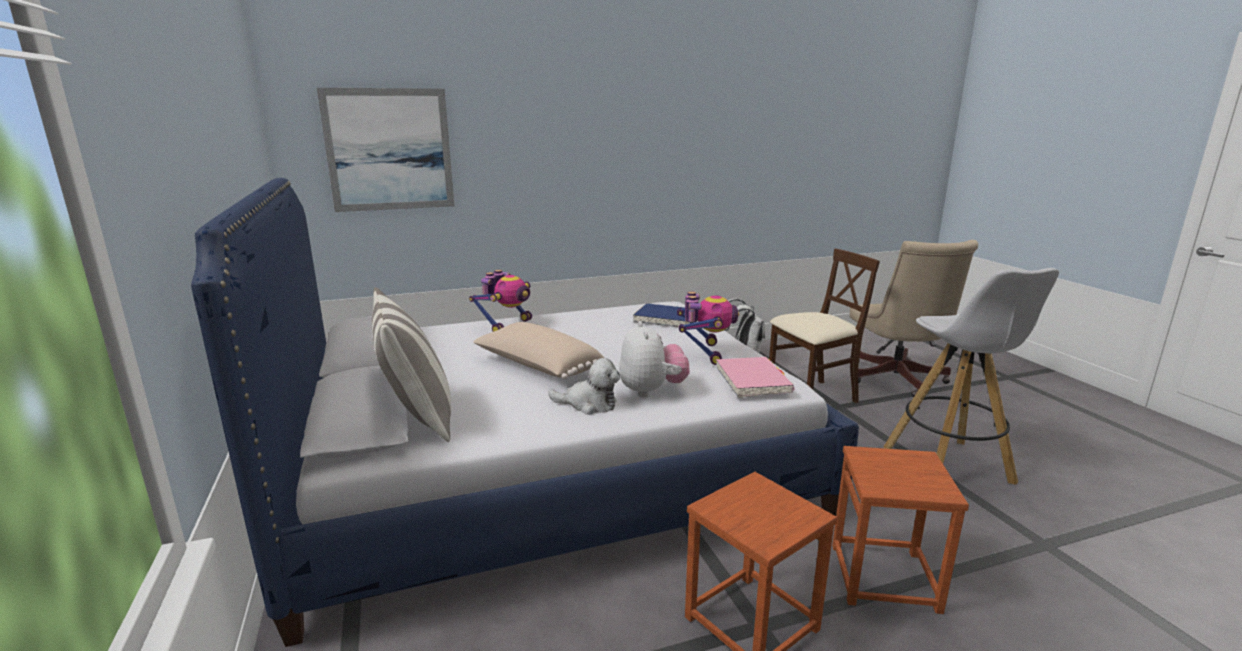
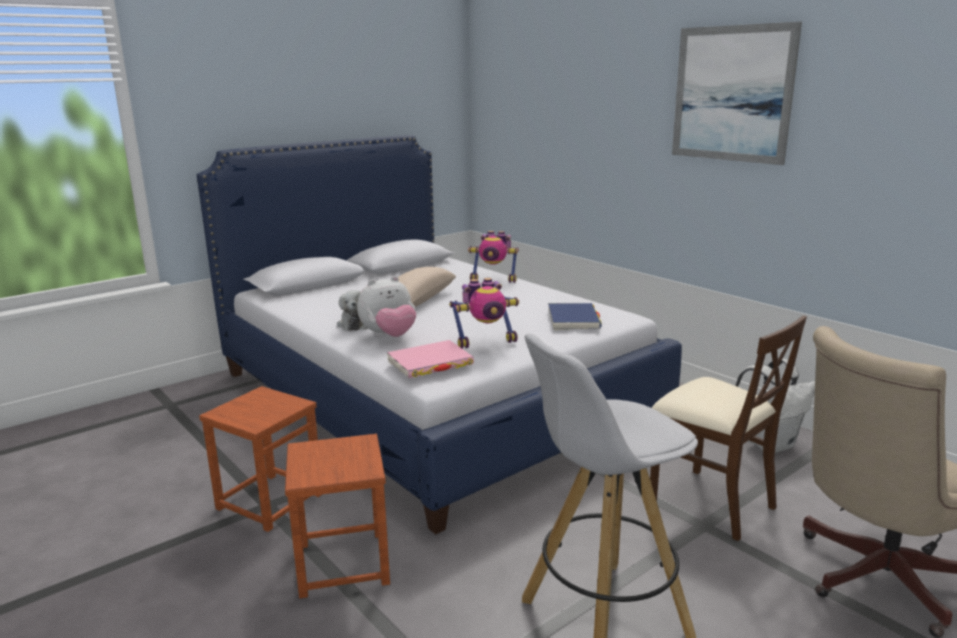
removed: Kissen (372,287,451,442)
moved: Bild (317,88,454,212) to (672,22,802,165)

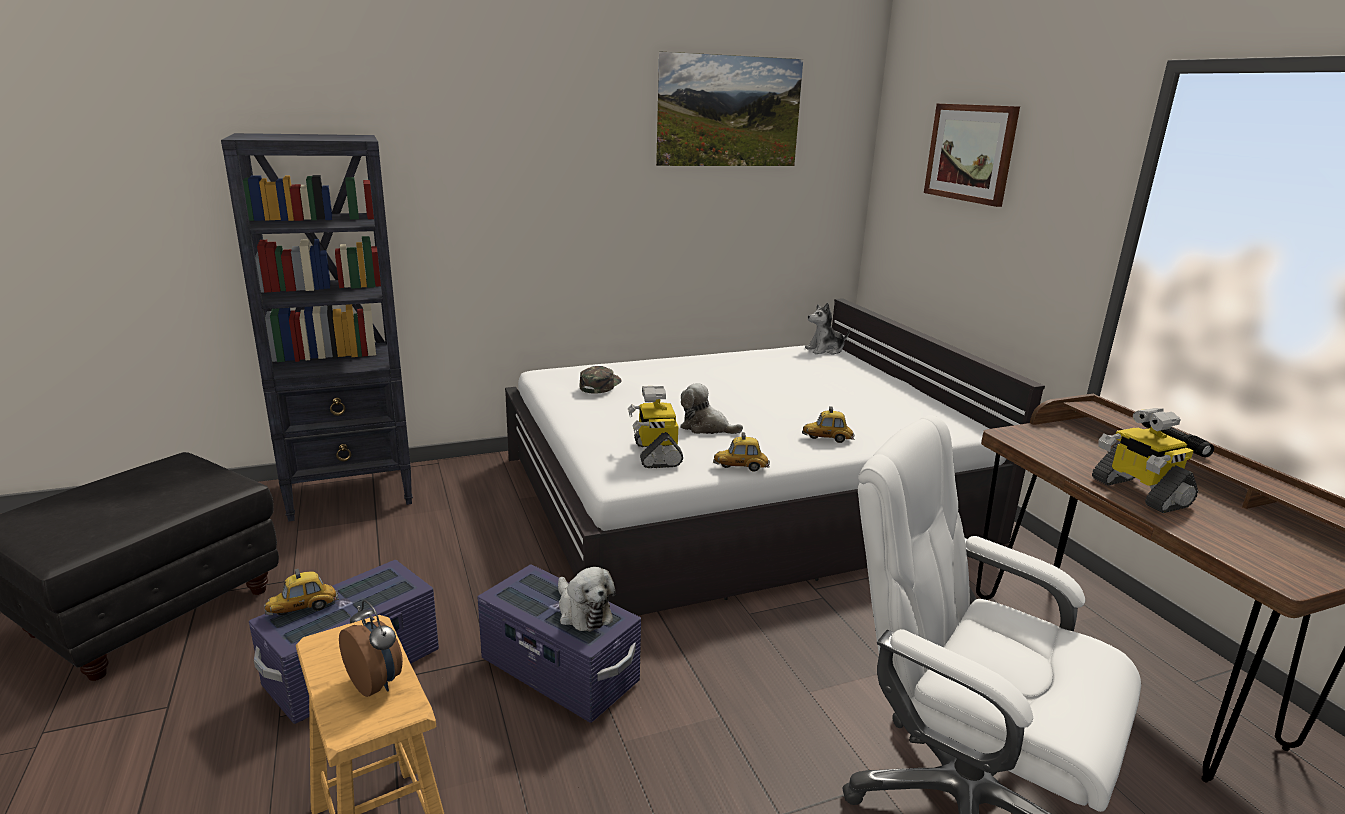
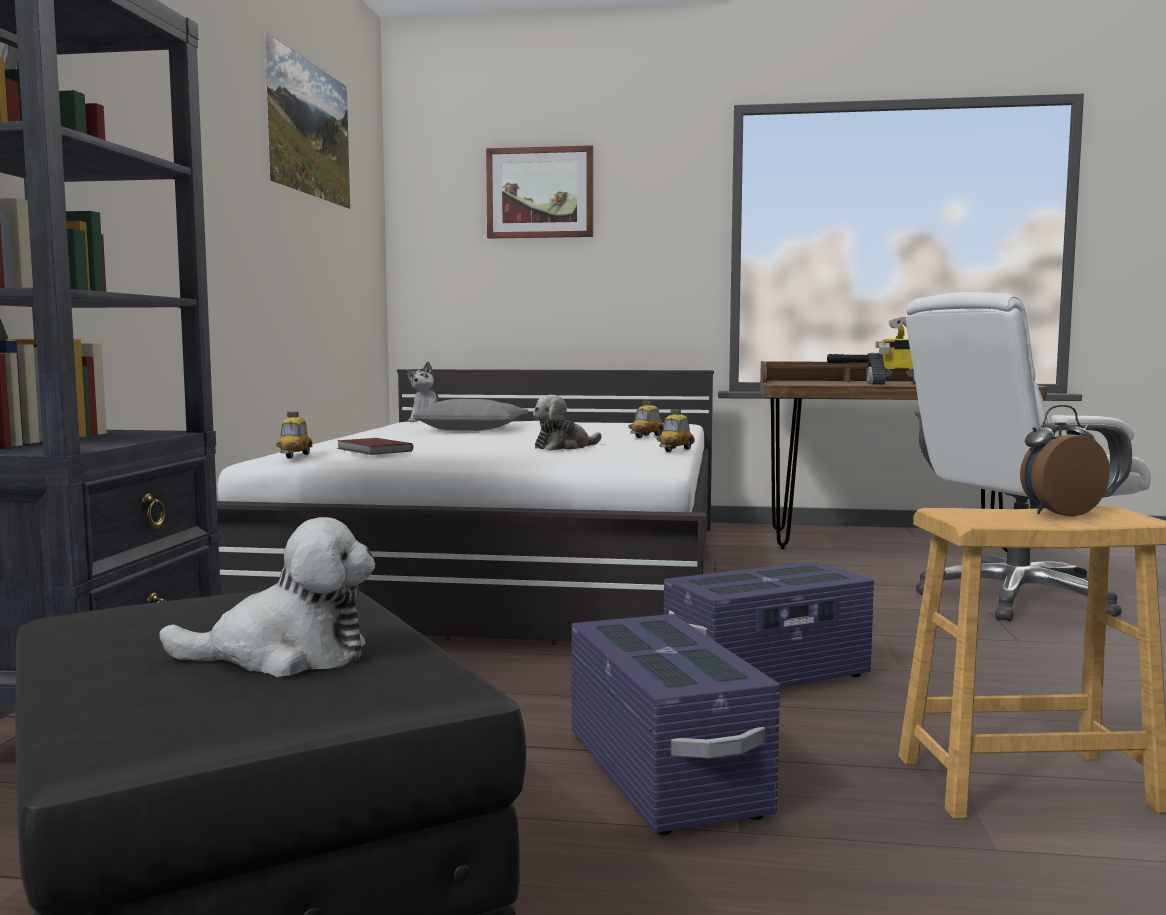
removed: Spielzeugroboter (628,386,683,468)
added: Kissen [grau] (413,399,528,431)
moved: Spielzeugauto (264,569,339,615) to (276,412,312,458); Plüschtier (558,567,616,632) to (159,517,375,677)
replaced: Kappe [grün] (579,366,621,394) to Buch [braun] (337,438,413,455)

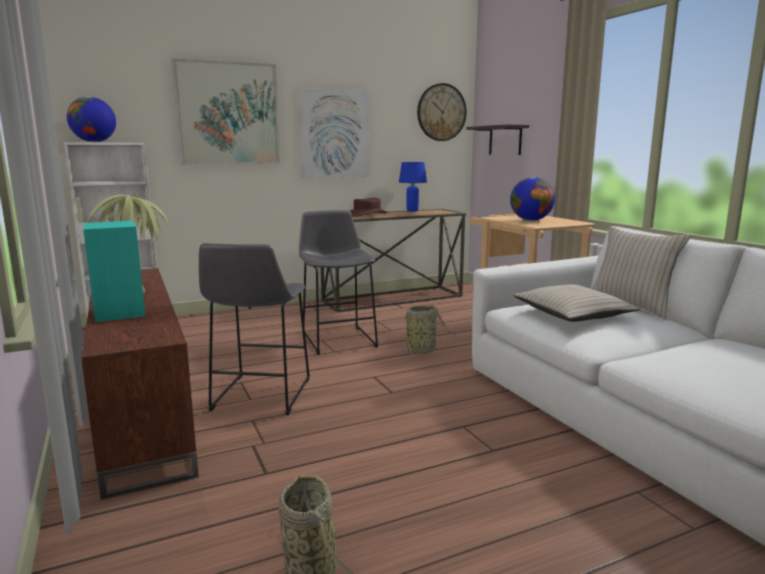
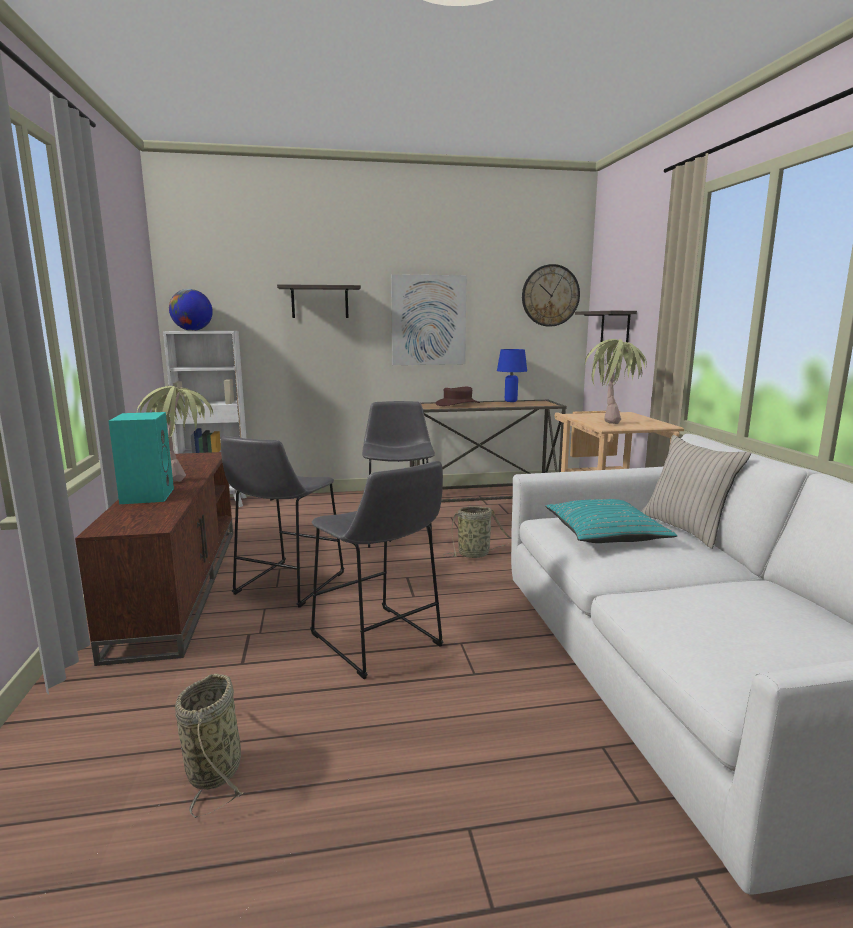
added: Hocker [grau] (310,461,444,679)
replaced: Bild (172,58,280,165) to Wandregal (277,284,361,318); Globus (510,177,555,221) to Topfpflanze (585,339,647,424)
recoloured: Kissen [beige] (513,284,640,322) to Kissen [türkis] (545,499,677,543)

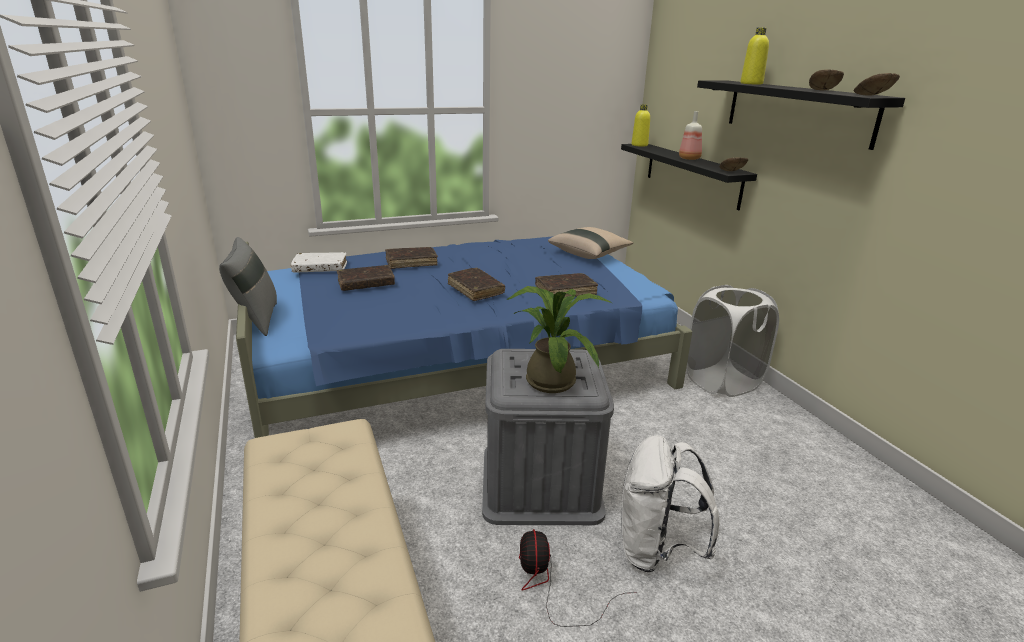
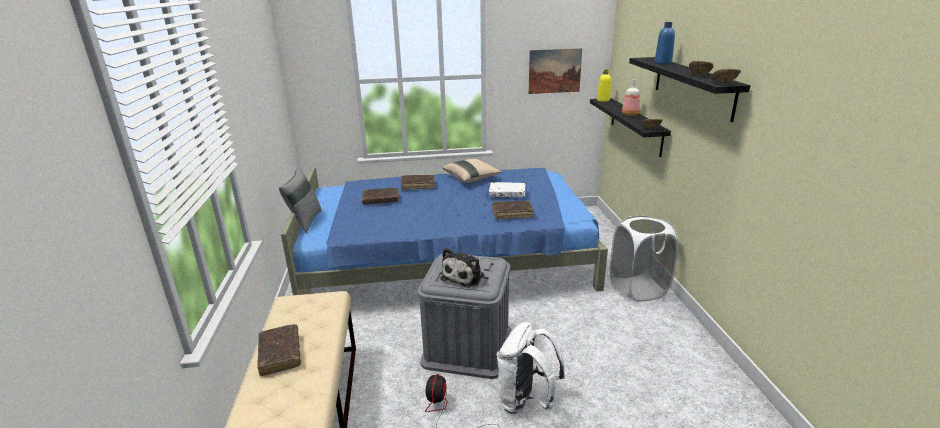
added: Bild (528,48,582,94)
moved: Buch [weiß] (291,252,347,273) to (489,182,525,197); Buch [braun] (448,268,505,301) to (257,324,301,376); Kissen [beige] (548,227,633,259) to (442,159,502,183)
replaced: Topfpflanze (506,286,612,393) to Plüschtier (441,248,484,288)
recoloured: Flasche [gelb] (740,28,769,85) to Flasche [blau] (654,22,675,65)

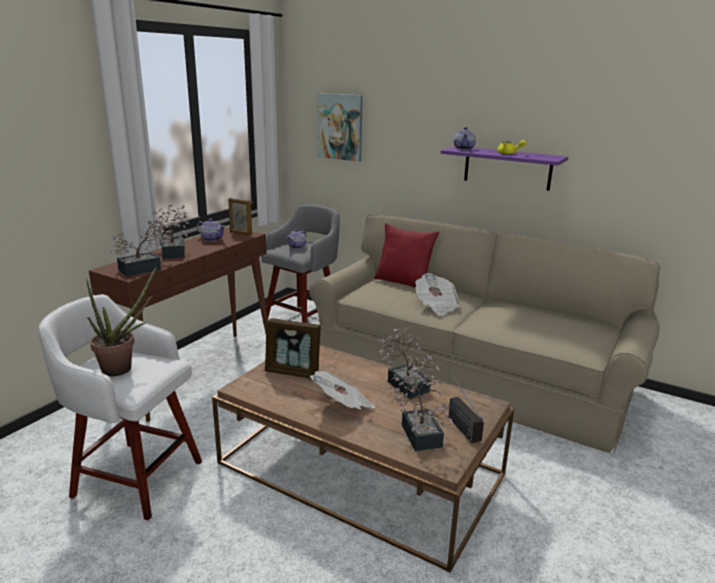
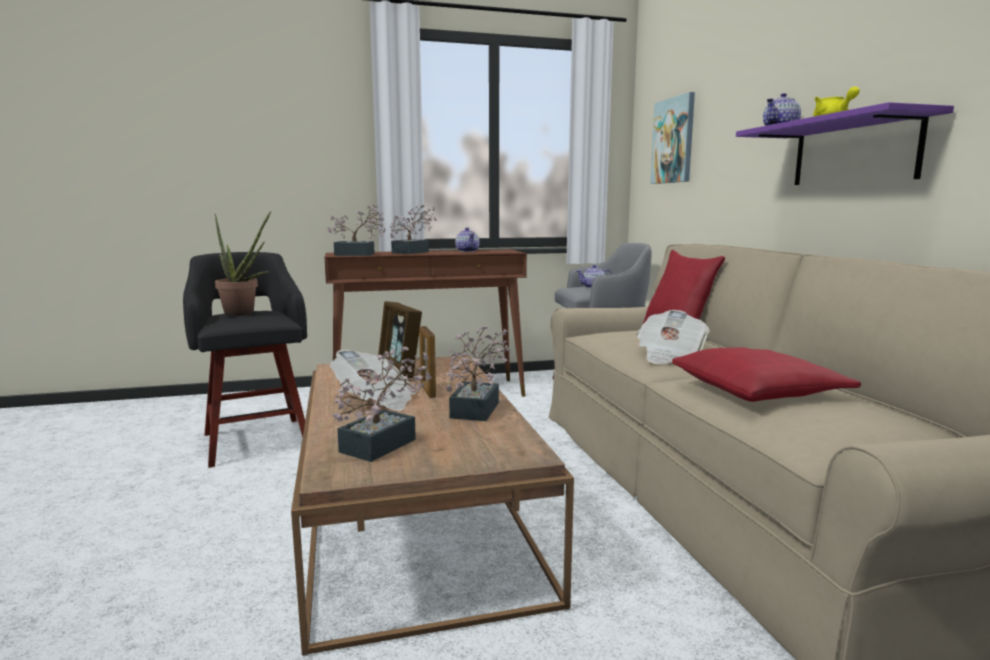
removed: Radio (448,369,484,443)
added: Kissen [rot] (672,347,861,402)
moved: Bilderrahmen (228,198,252,236) to (419,326,436,398)
recoloured: Hocker [weiß] (38,294,202,521) to Hocker [schwarz] (183,252,307,468)

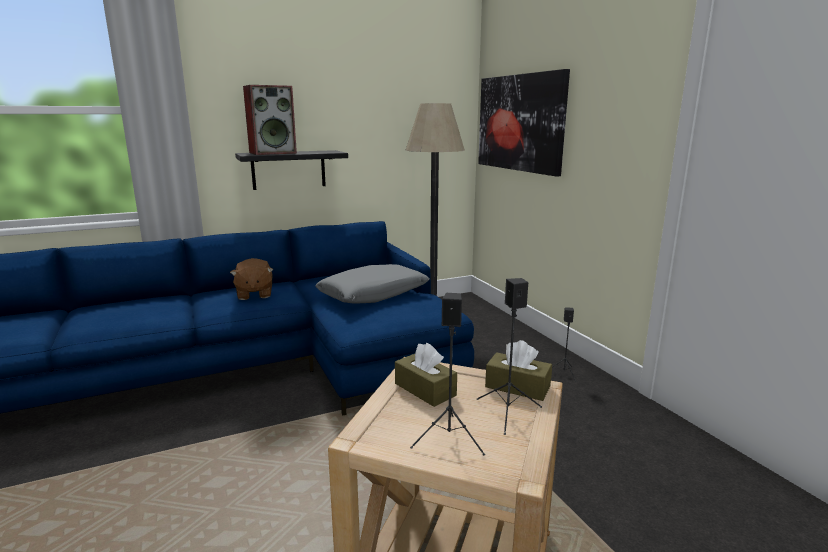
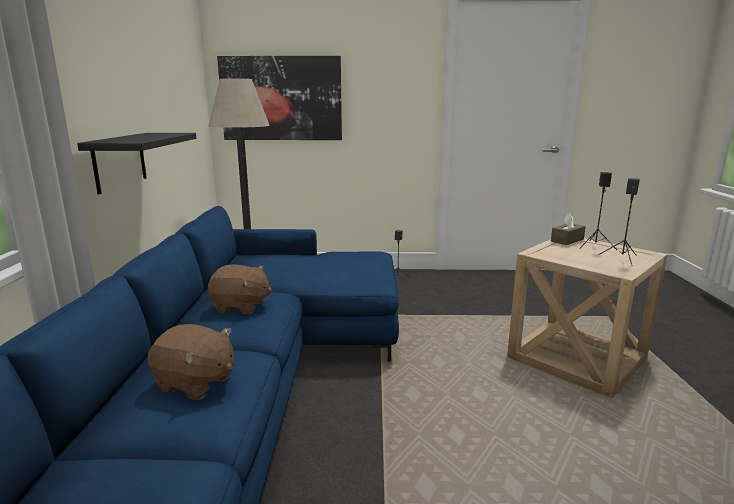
removed: Lautsprecher (243,85,297,155); Kissen [grau] (315,264,430,303); Taschentuchbox [braun] (395,343,457,407)
added: Plüschtier [braun] (147,324,234,400)

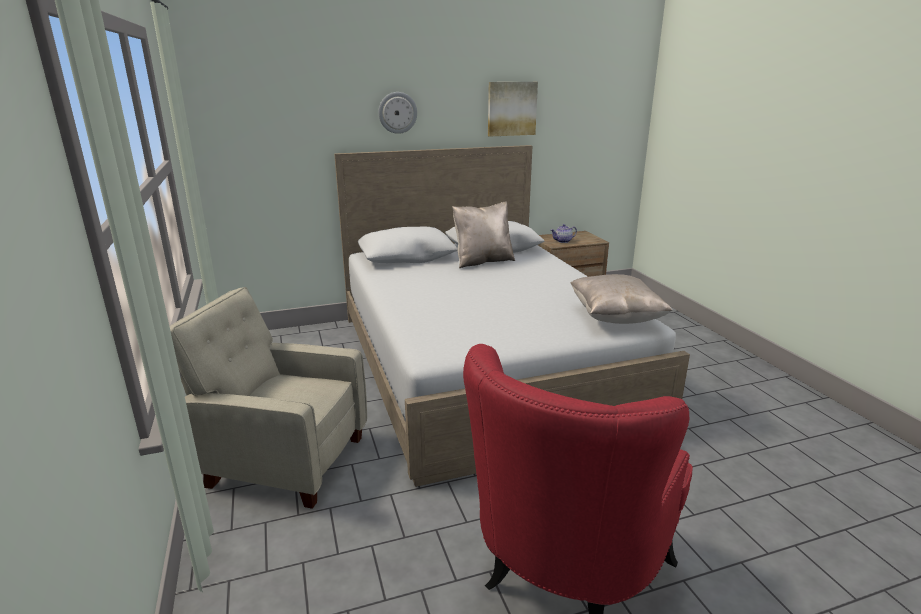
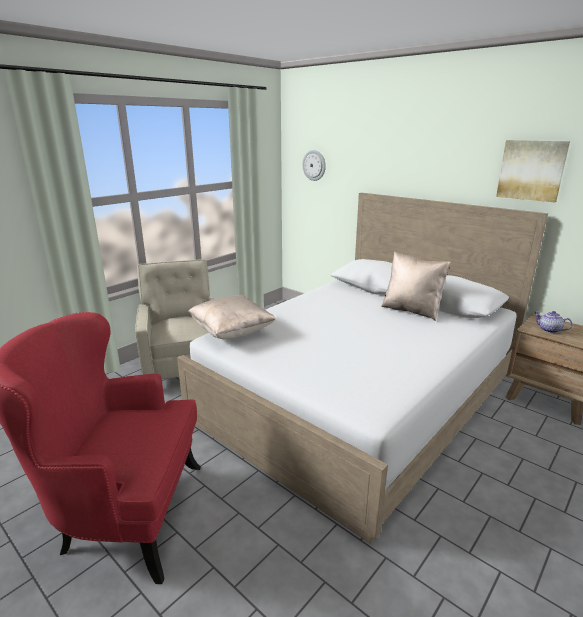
moved: Wanduhr (378,92,417,134) to (302,150,326,181); Kissen [beige] (570,274,672,324) to (188,295,276,339)

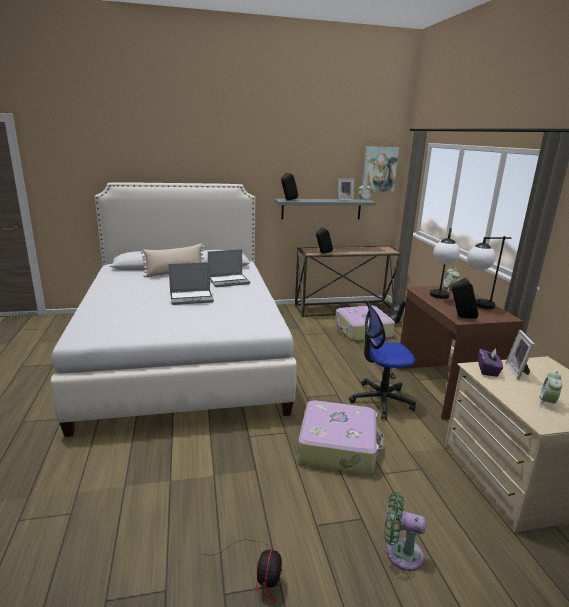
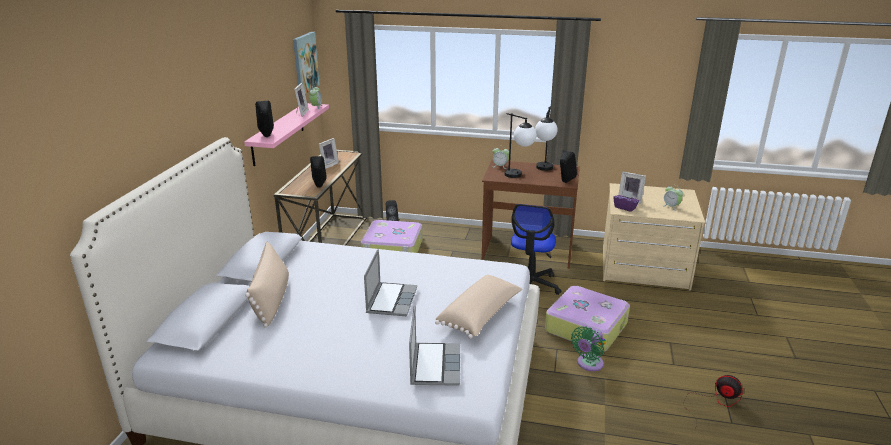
added: Bilderrahmen (319,138,339,169); Kissen [beige] (435,275,523,339)
moved: Laptop (208,249,250,287) to (409,305,460,386); Ventilator [grün] (384,492,426,571) to (571,326,604,371)
recoloured: Wandregal [grau] (274,199,376,219) to Wandregal [rosa] (244,103,329,166)

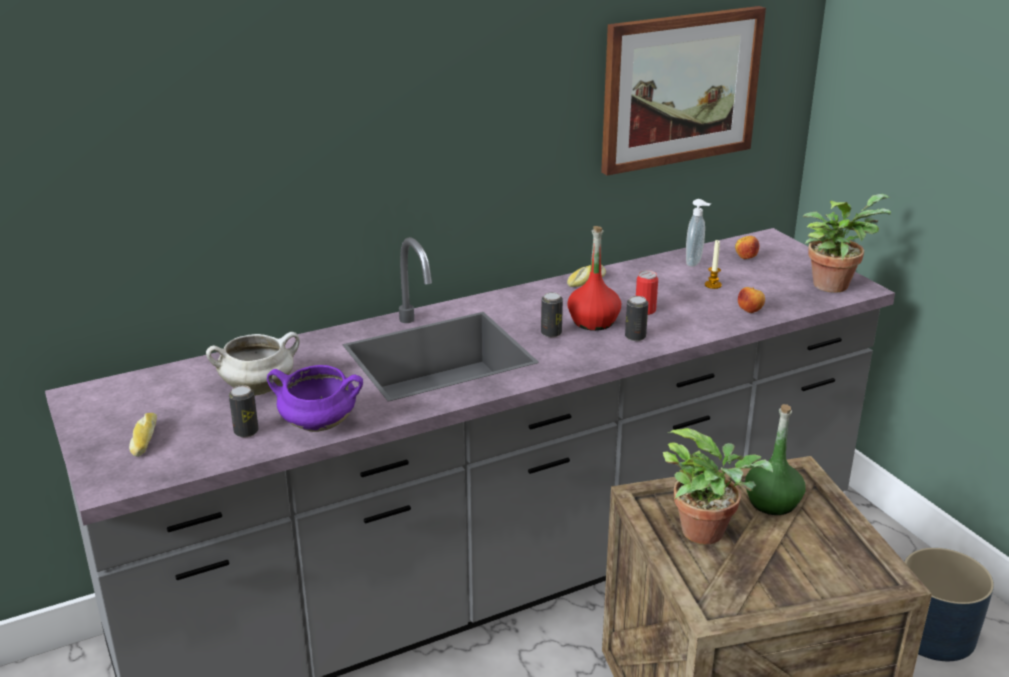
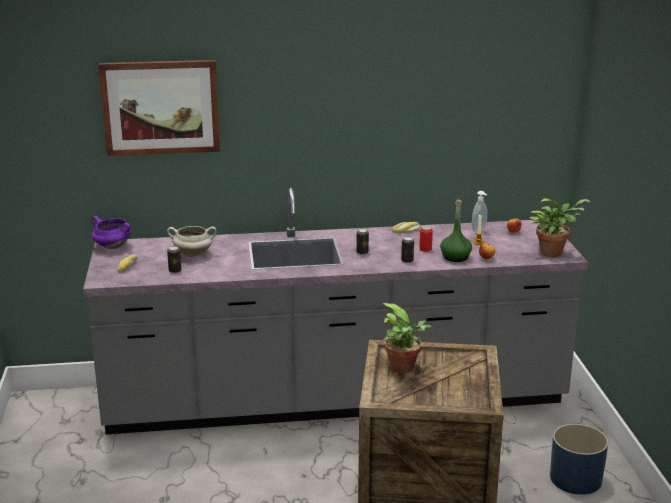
removed: Flasche [rot] (567,226,621,331)
moved: Kochtopf [lila] (267,365,363,432) to (92,216,131,249); Bild (601,6,766,176) to (98,60,220,156); Flasche [grün] (745,404,805,515) to (440,199,472,262)

